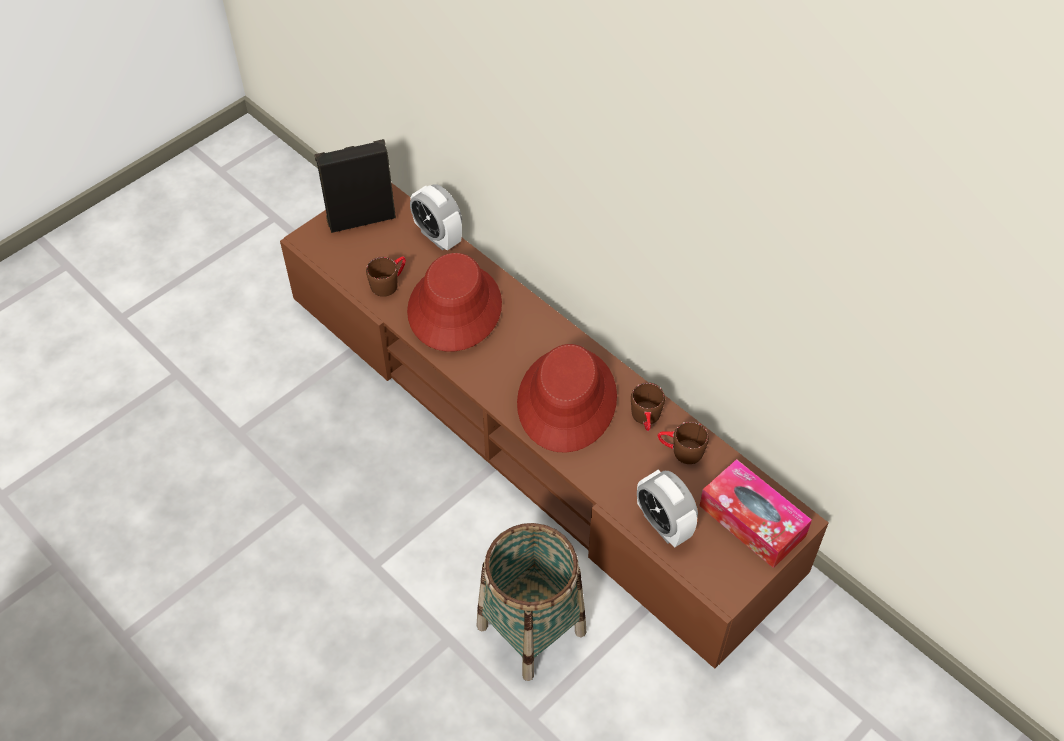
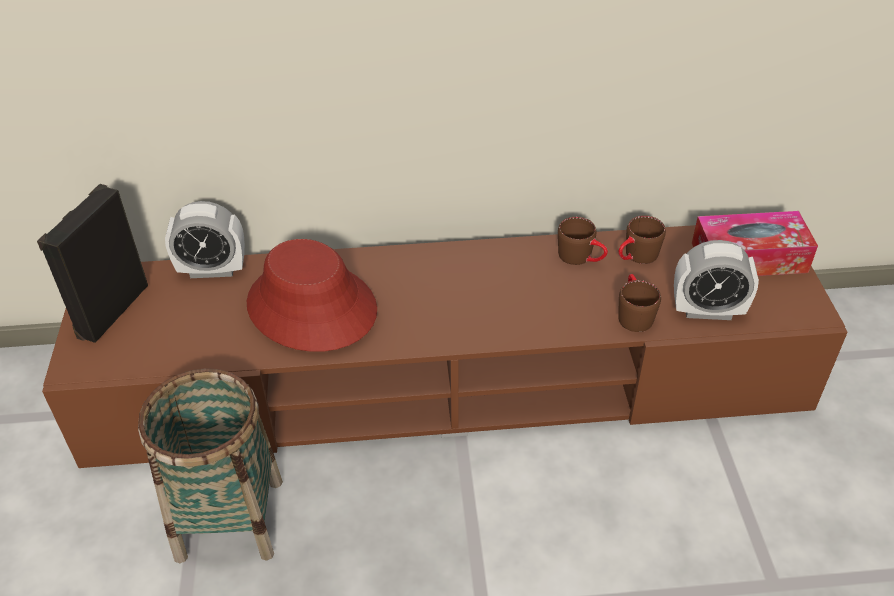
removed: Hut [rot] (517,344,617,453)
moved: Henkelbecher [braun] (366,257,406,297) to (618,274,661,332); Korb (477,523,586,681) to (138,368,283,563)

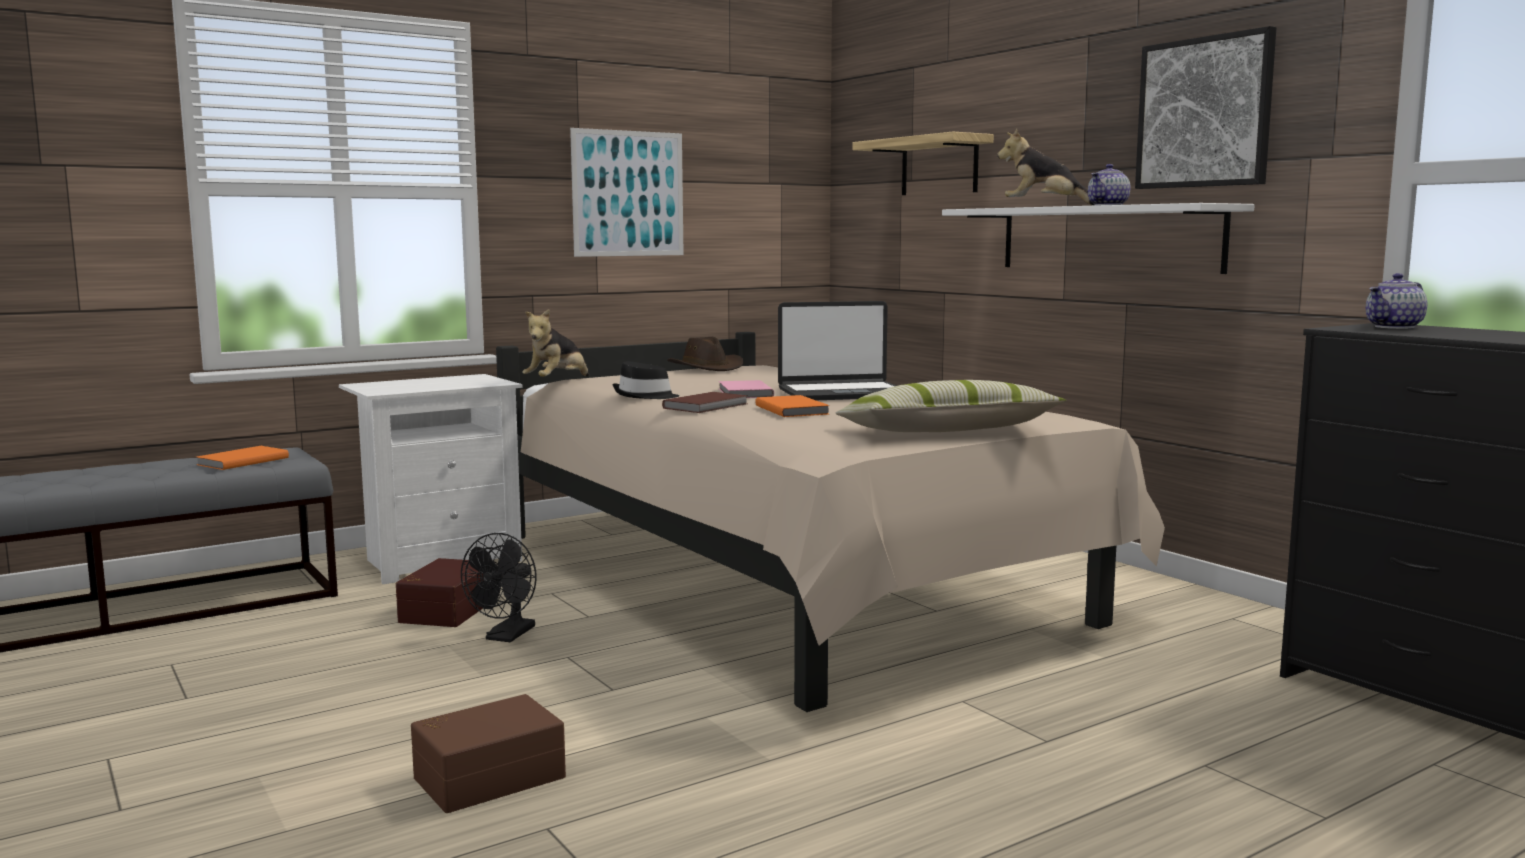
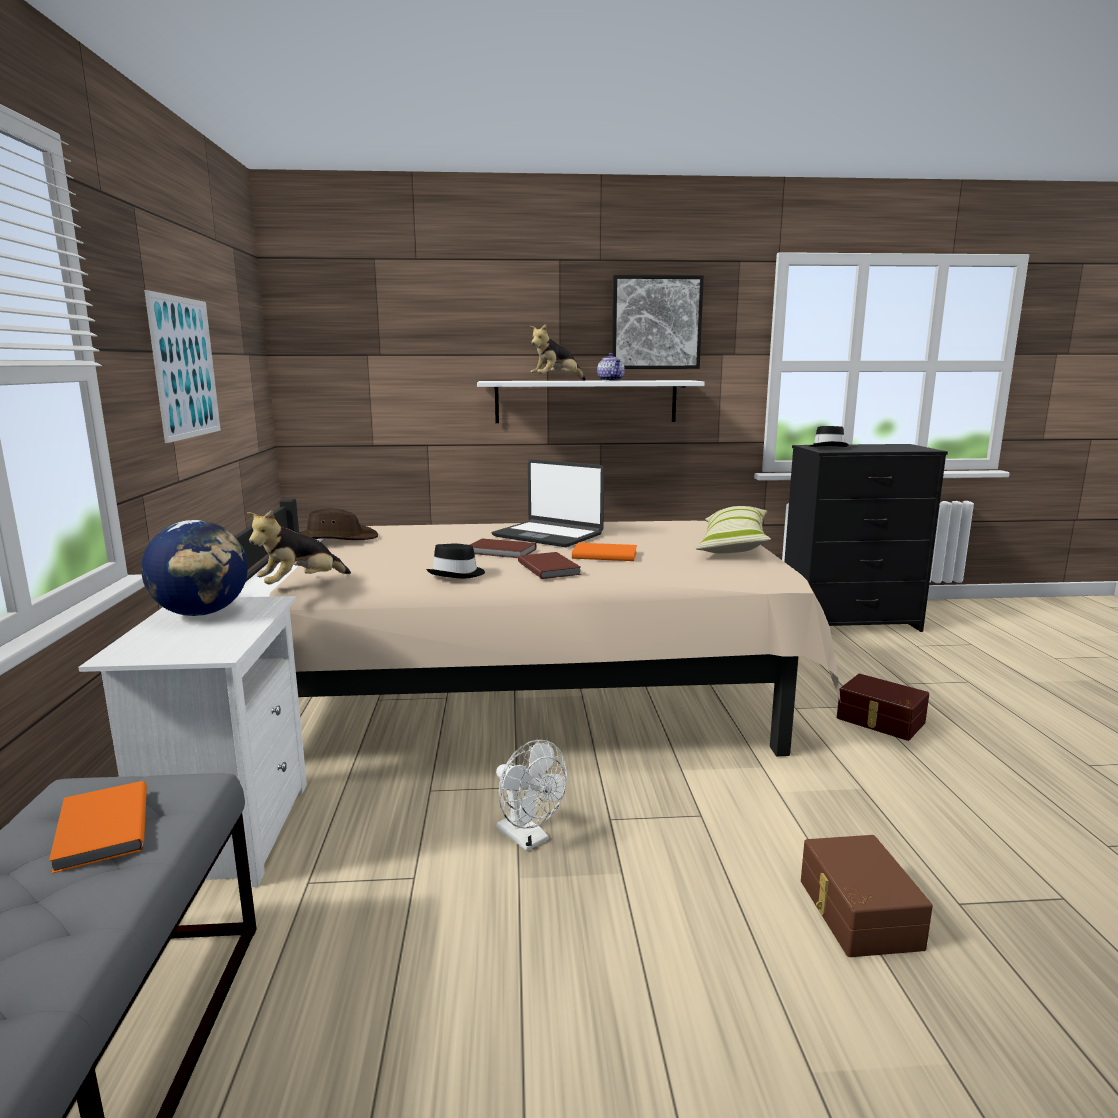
removed: Wandregal (852,132,994,195)
added: Globus (141,520,248,616)
moved: Aufbewahrungsbox [braun] (396,558,484,627) to (837,674,929,741)
replaced: Teekanne (1366,273,1427,329) to Hut [schwarz] (809,426,849,447)
recoloured: Ventilator [schwarz] (461,533,537,642) to Ventilator [weiß] (496,740,567,851); Buch [rosa] (719,380,774,398) to Buch [braun] (470,538,537,558)
turned: Plüschtier (522,309,589,377) = (247,510,351,584) 75 degrees clockwise; Laptop (778,301,896,400) = (492,459,604,547) 105 degrees clockwise

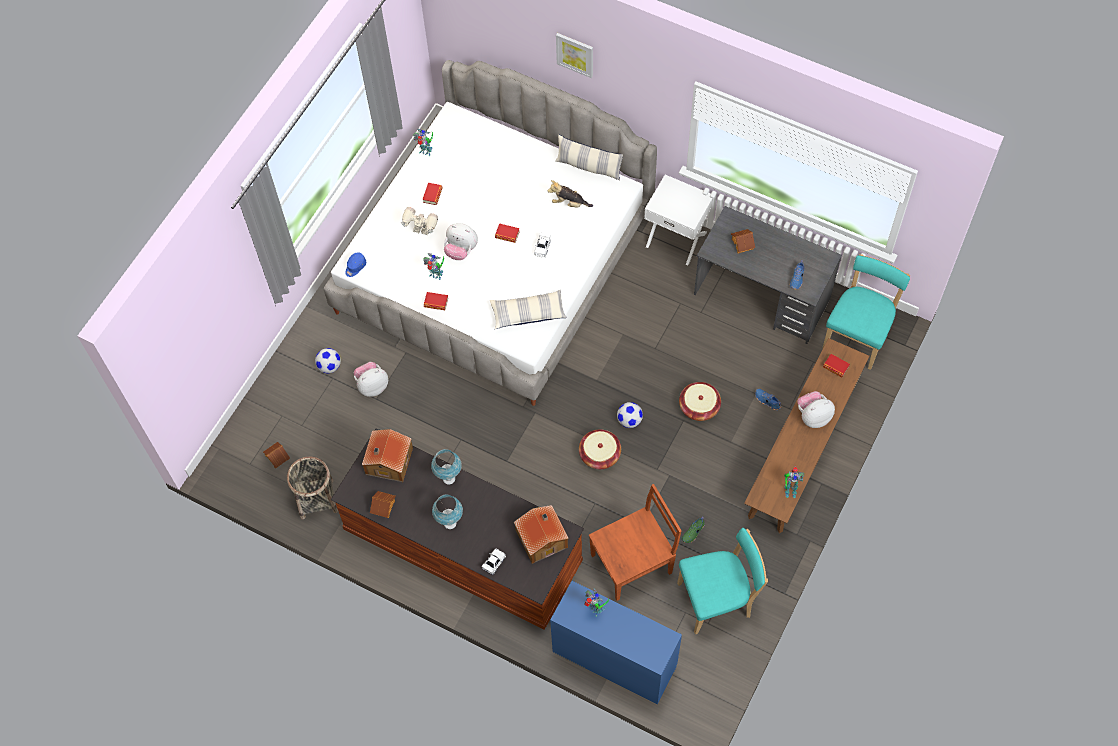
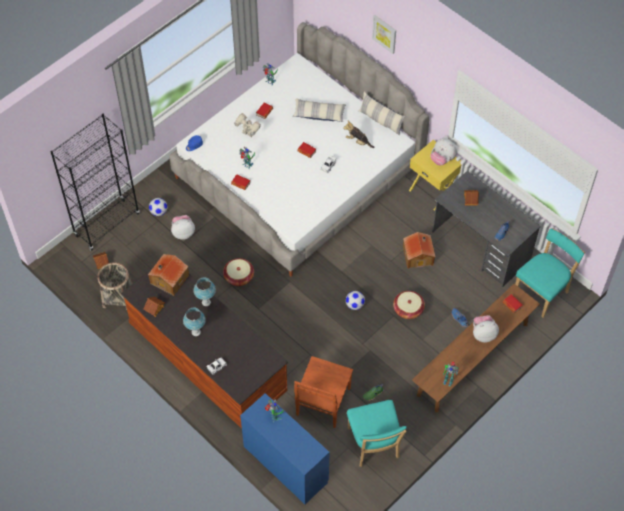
added: Bücherregal [schwarz] (50,114,139,250)
moved: Plüschtier (444,223,478,260) to (431,139,457,165); Kissen (490,290,567,329) to (293,98,346,122); Spielzeughaus (514,505,569,564) to (403,232,435,269); Korb (579,429,621,469) to (223,258,254,286)
recoloured: Nachttisch [weiß] (644,175,712,265) to Nachttisch [gelb] (409,140,462,211)
turned: Stuhl [braun] (589,484,682,601) = (294,356,353,428) 120 degrees clockwise; Stuhl [türkis] (677,528,768,634) = (347,400,407,467) 75 degrees clockwise

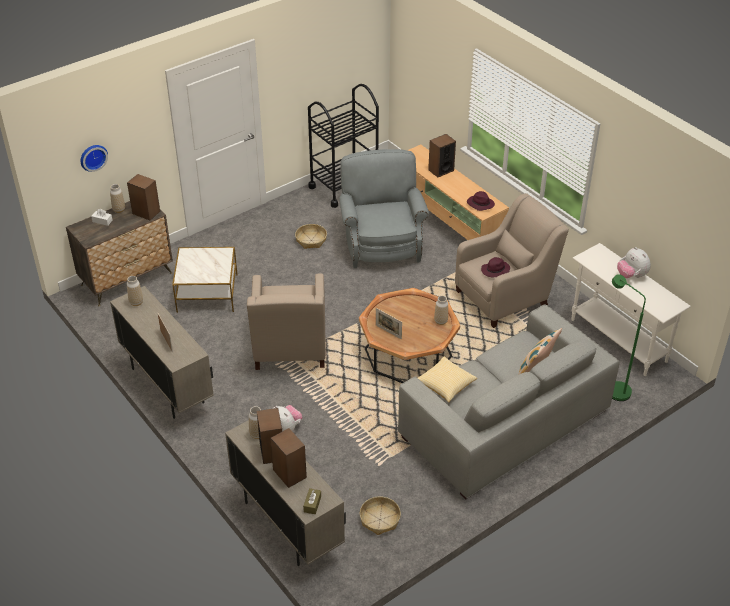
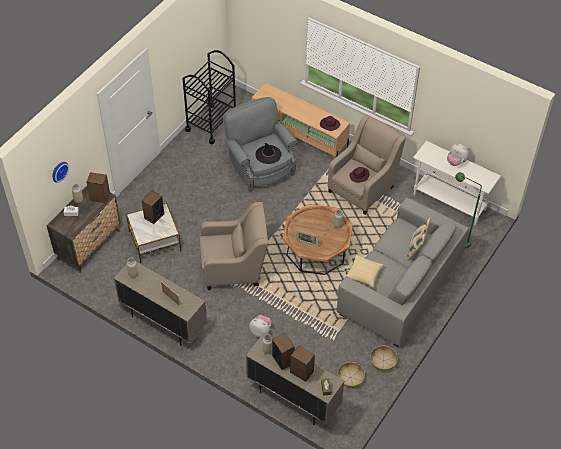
added: Hut [schwarz] (255,143,281,164)
moved: Korb (295,224,327,249) to (370,346,398,372); Lautsprecher (428,134,456,177) to (142,190,164,224)
turned: Sessel [beige] (247,273,326,370) = (200,202,268,290) 75 degrees counterclockwise

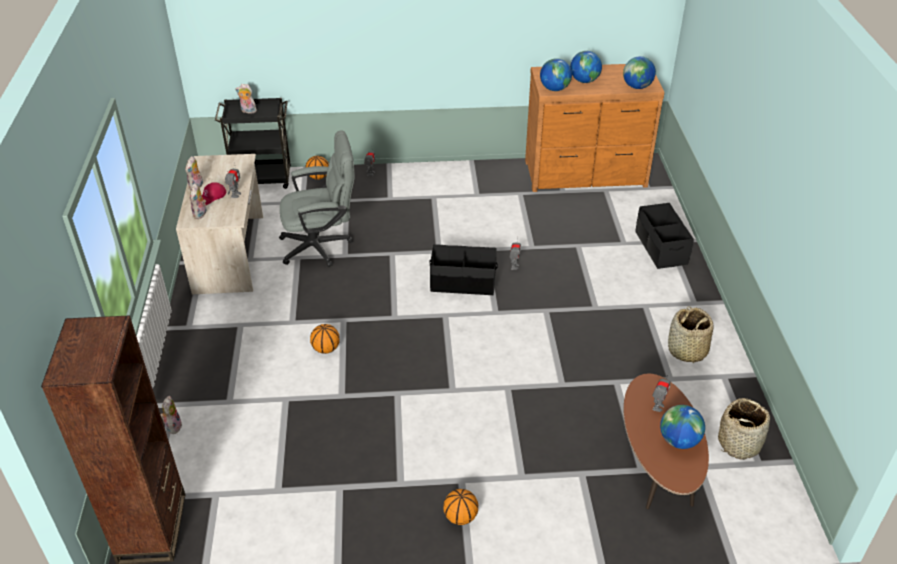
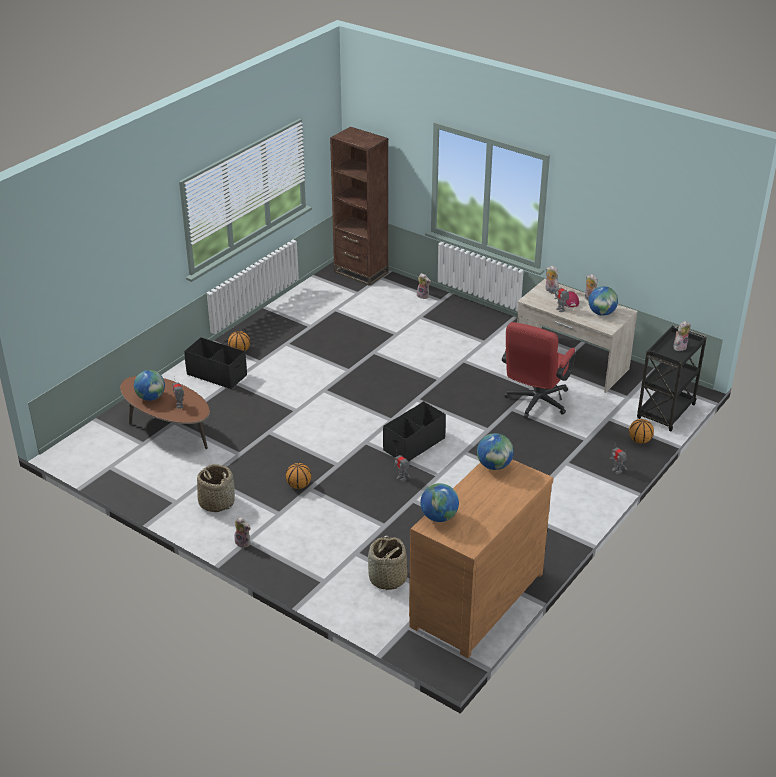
added: Plüschtier (235,516,251,548)
moved: Basketball (310,324,340,354) to (286,463,311,489); Globus (570,51,602,83) to (588,286,618,316); Aufbewahrungsbox [schwarz] (635,203,694,269) to (184,337,247,389); Korb (718,398,770,460) to (368,536,408,591)
recoloured: Bürostuhl [grau] (279,130,355,267) to Bürostuhl [rot] (502,322,576,419)

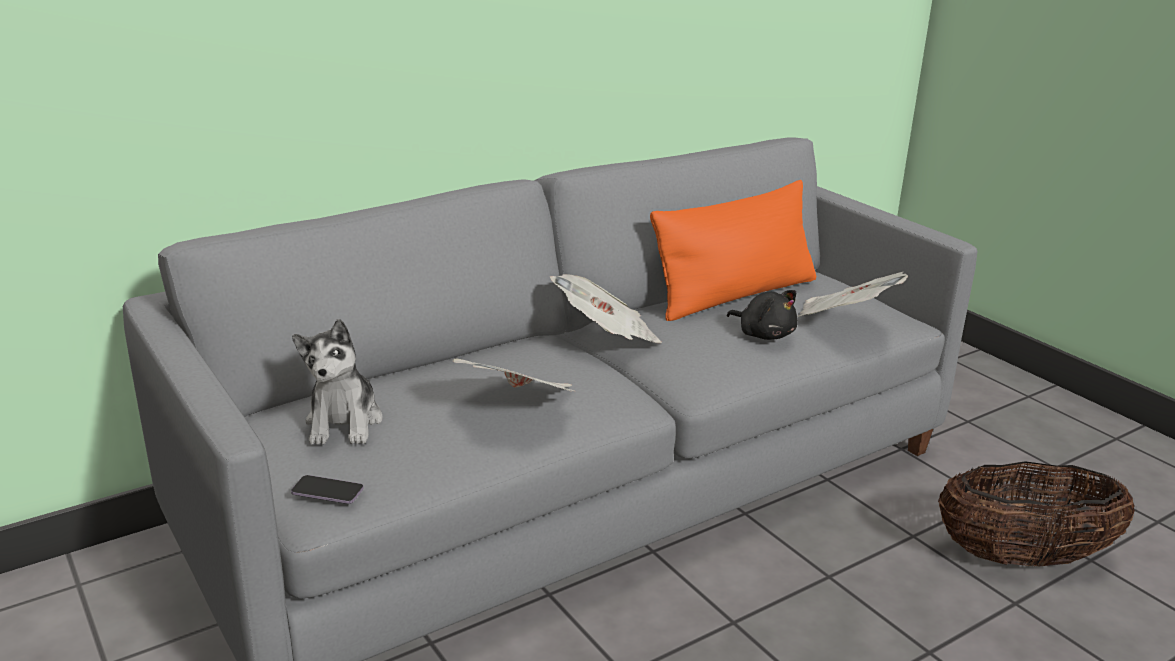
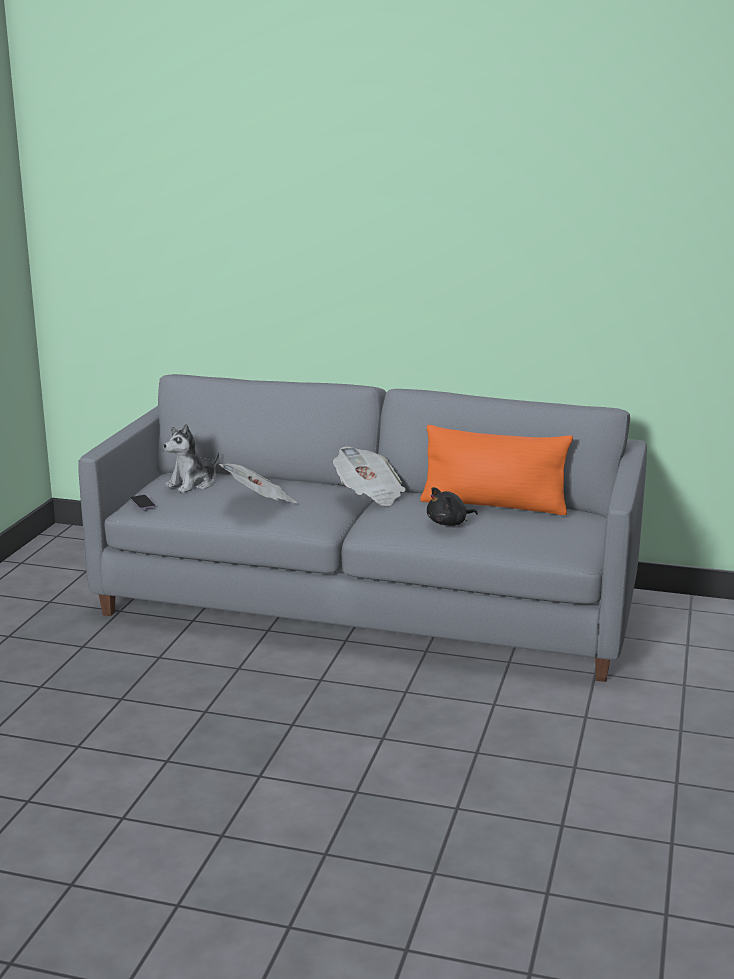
removed: Zeitung (798,272,908,317); Korb (938,461,1135,567)
turned: Plüschtier [schwarz] (727,290,798,340) = (427,487,478,526) 60 degrees clockwise

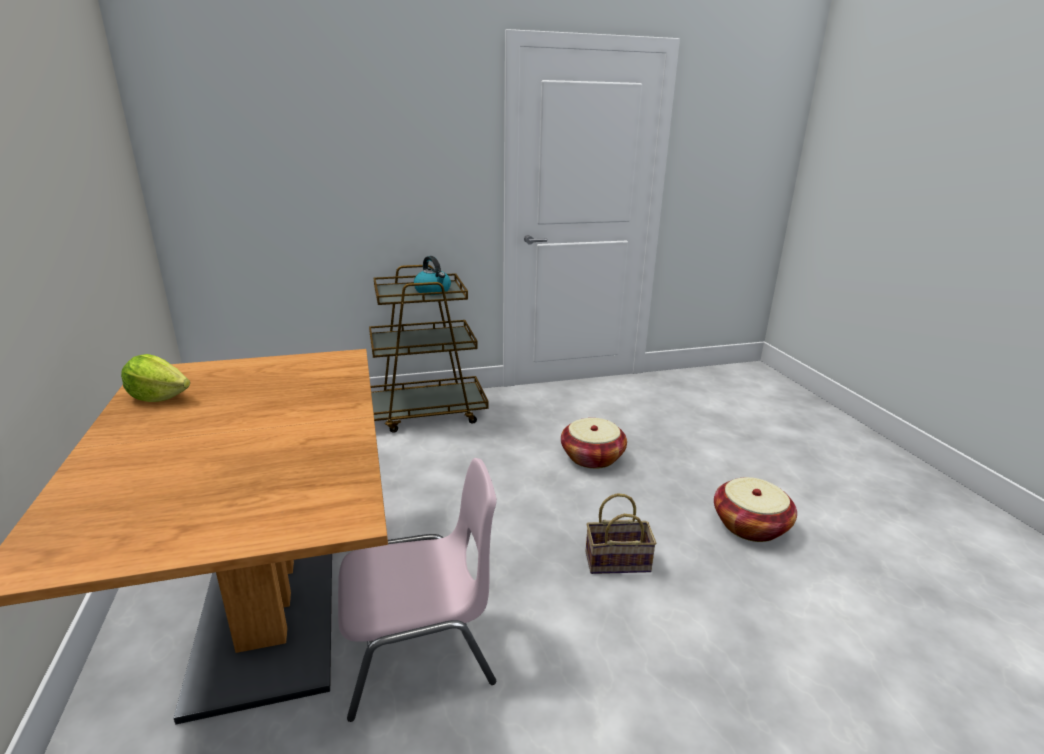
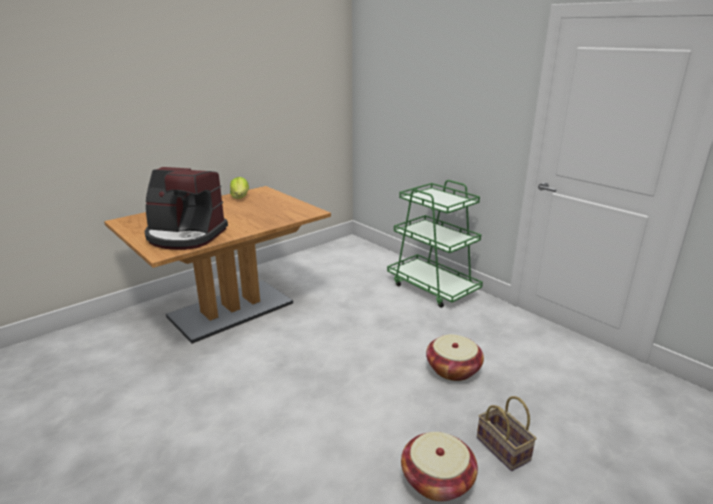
removed: Stuhl [rosa] (338,458,497,722); Wasserkessel (414,256,451,295)
added: Kaffeemaschine (144,167,228,250)
moved: Korb (585,493,656,574) to (477,396,536,471)
recoloured: Rollwagen [braun] (369,265,489,433) to Rollwagen [grün] (387,180,483,308)

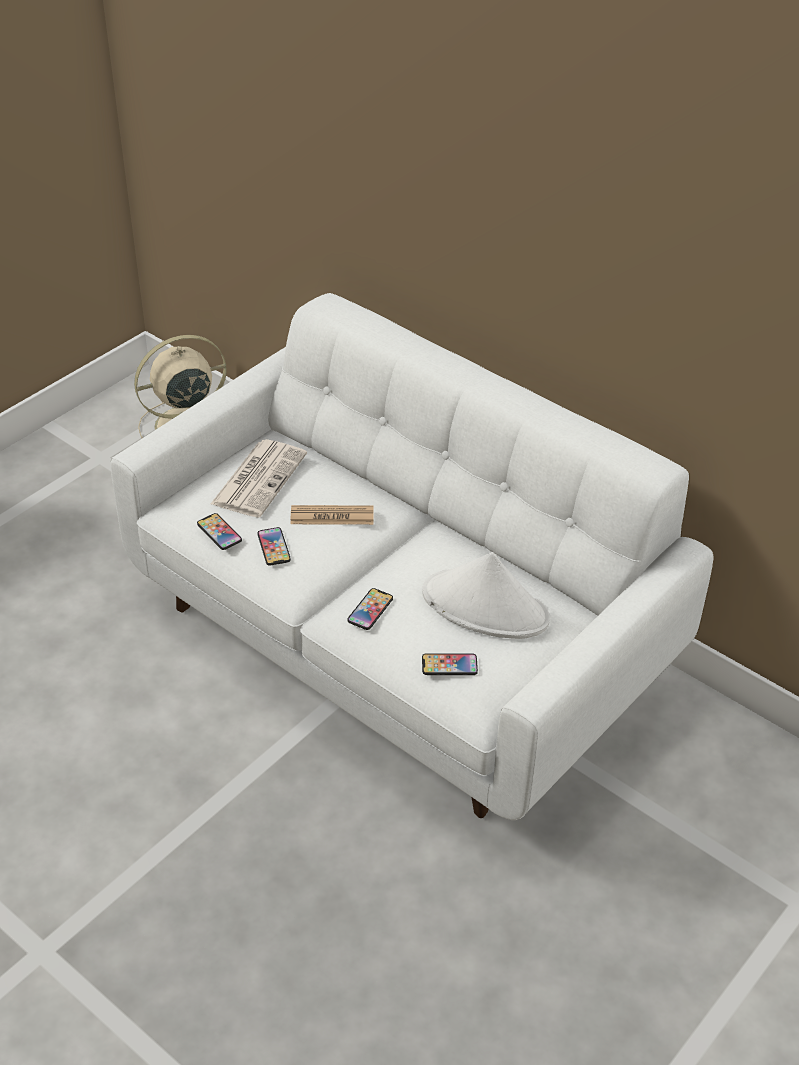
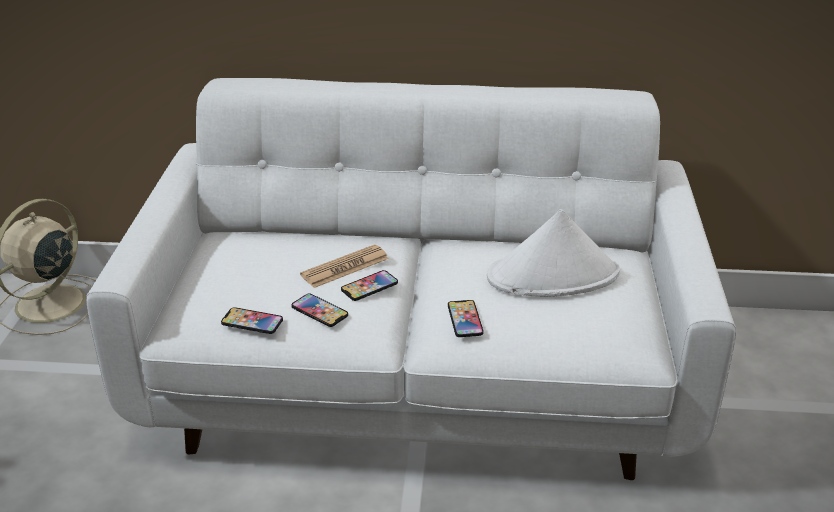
removed: Zeitung (211,439,307,518)
moved: Handy (422,653,478,675) to (341,270,398,301)

